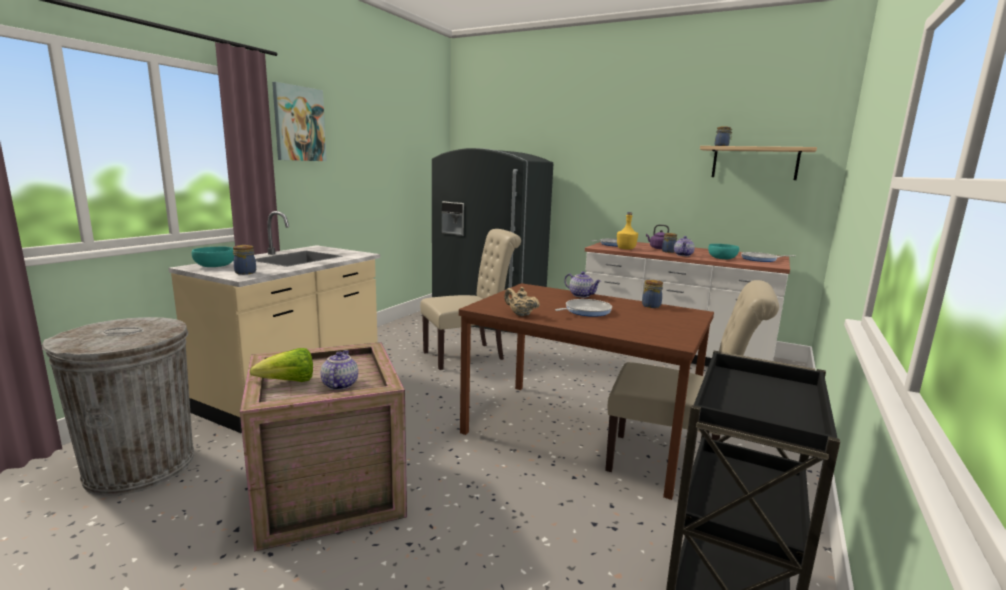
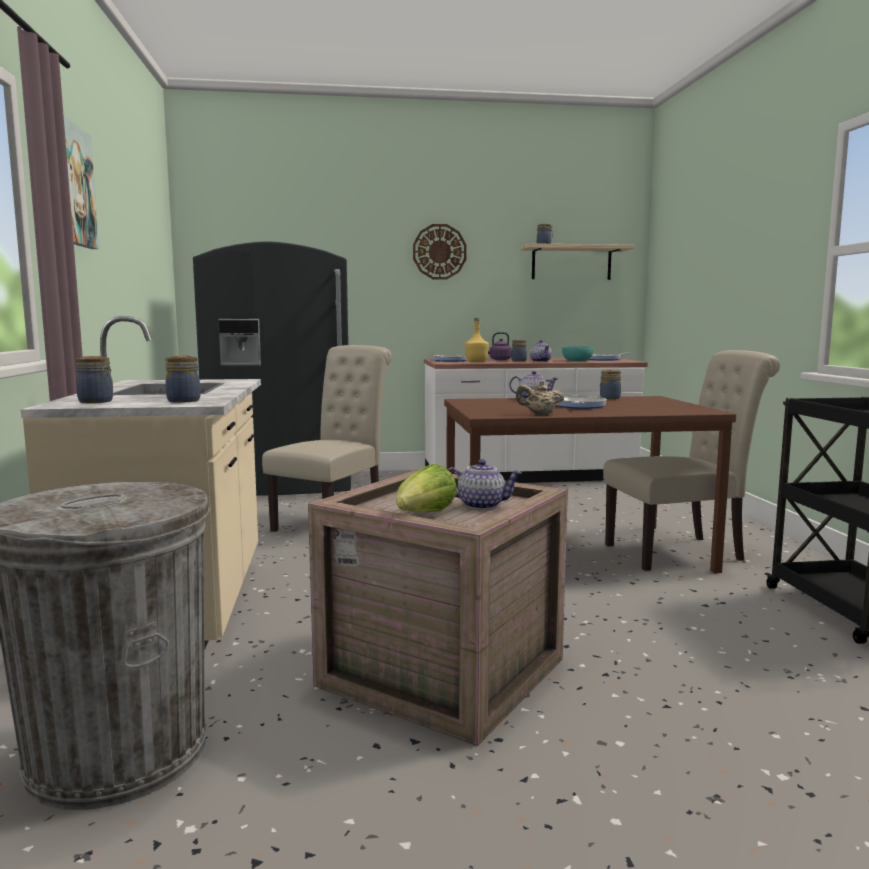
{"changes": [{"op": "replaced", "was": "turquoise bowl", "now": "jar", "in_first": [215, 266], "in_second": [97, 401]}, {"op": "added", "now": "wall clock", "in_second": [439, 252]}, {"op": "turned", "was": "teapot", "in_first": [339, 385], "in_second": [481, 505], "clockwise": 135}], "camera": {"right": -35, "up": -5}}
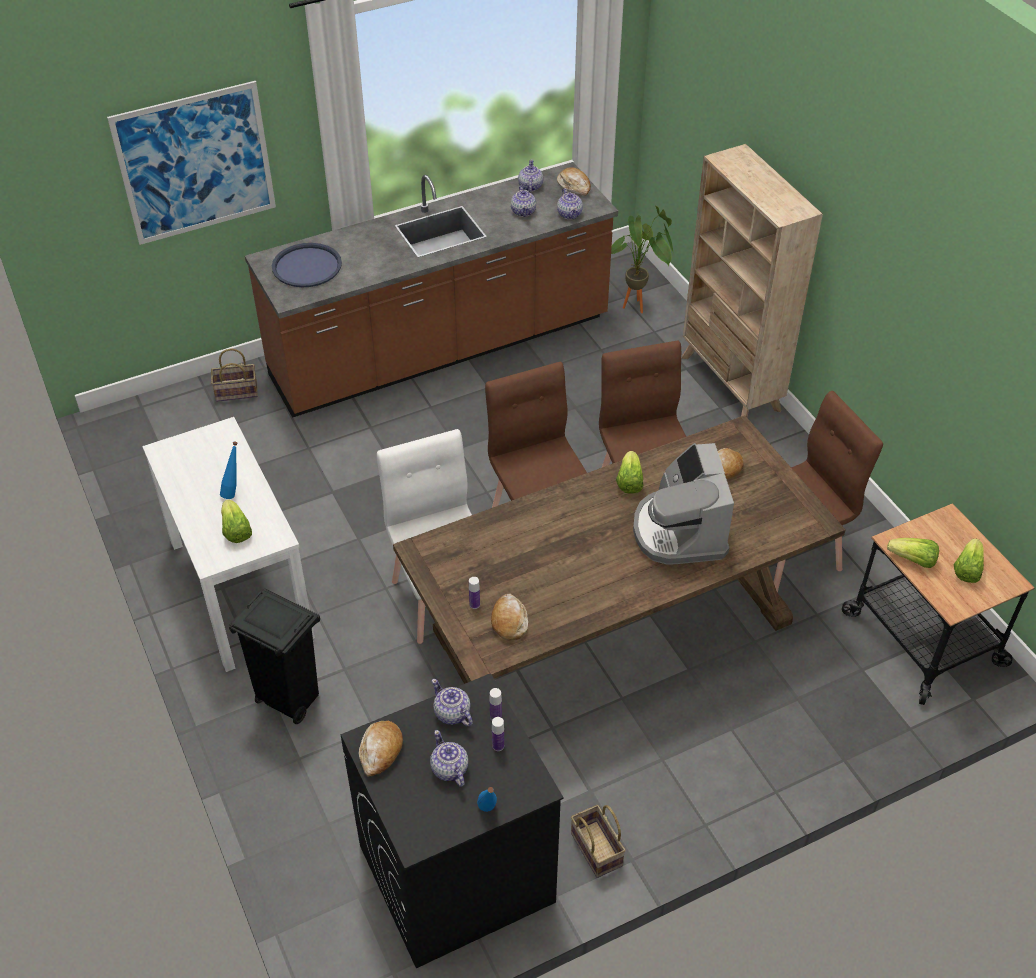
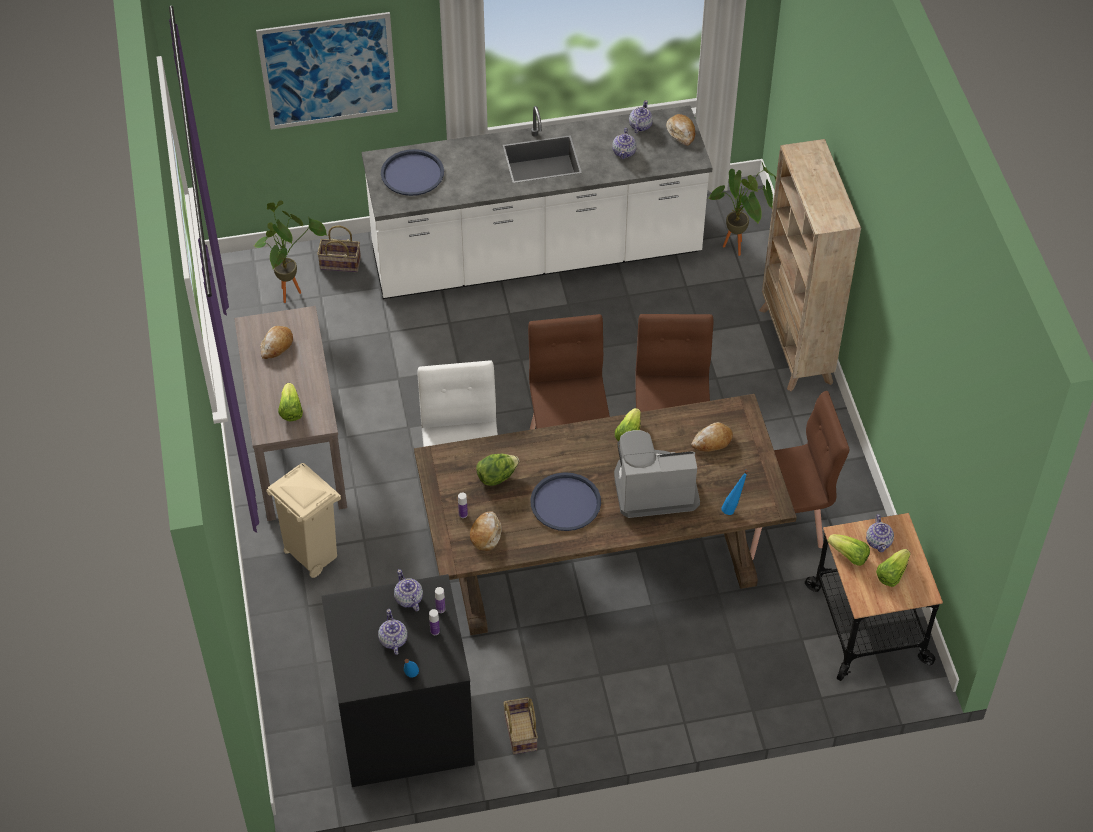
{"changes": [{"op": "recoloured", "was": "white console table", "now": "brown console table", "in_first": [240, 588], "in_second": [297, 450]}, {"op": "added", "now": "potted plant", "in_second": [292, 290]}, {"op": "moved", "was": "bread", "in_first": [380, 751], "in_second": [276, 345]}, {"op": "recoloured", "was": "black trash can", "now": "beige trash can", "in_first": [288, 700], "in_second": [312, 556]}, {"op": "recoloured", "was": "brown counter", "now": "white counter", "in_first": [441, 350], "in_second": [536, 257]}, {"op": "added", "now": "lettuce", "in_second": [497, 477]}, {"op": "added", "now": "blue tray", "in_second": [565, 503]}, {"op": "turned", "was": "coffee machine", "in_first": [679, 531], "in_second": [654, 488], "clockwise": 75}, {"op": "moved", "was": "blue bottle", "in_first": [234, 491], "in_second": [733, 508]}, {"op": "moved", "was": "teapot", "in_first": [569, 214], "in_second": [879, 541]}], "camera": {"right": 15, "up": 5}}
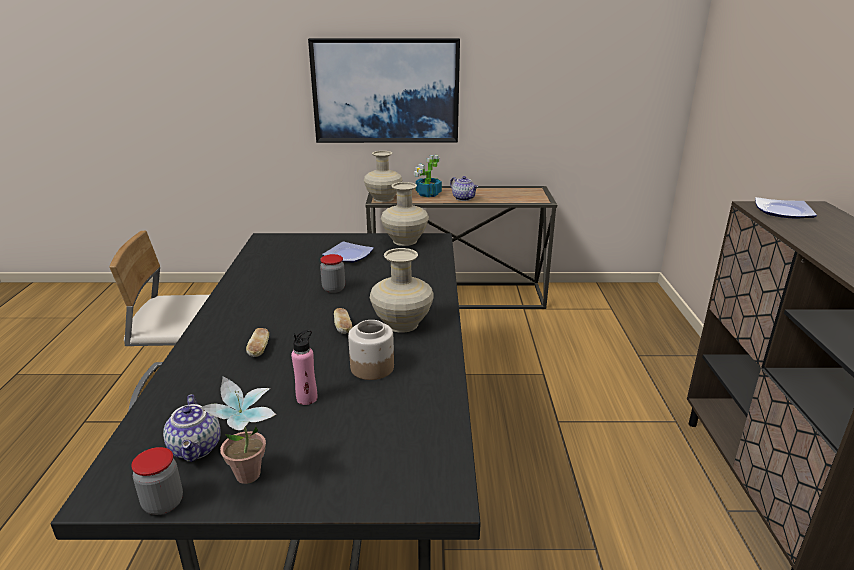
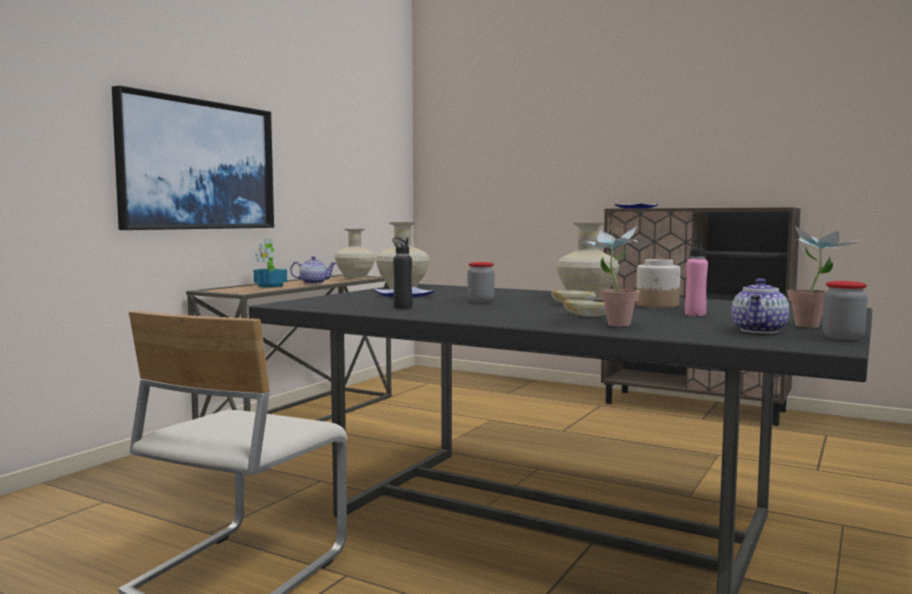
{"changes": [{"op": "moved", "was": "beige vase", "in_first": [384, 199], "in_second": [355, 278]}, {"op": "added", "now": "black bottle", "in_second": [402, 307]}, {"op": "added", "now": "potted plant", "in_second": [611, 325]}, {"op": "turned", "was": "teapot", "in_first": [197, 448], "in_second": [760, 331], "clockwise": 105}], "camera": {"right": -60, "up": -20}}
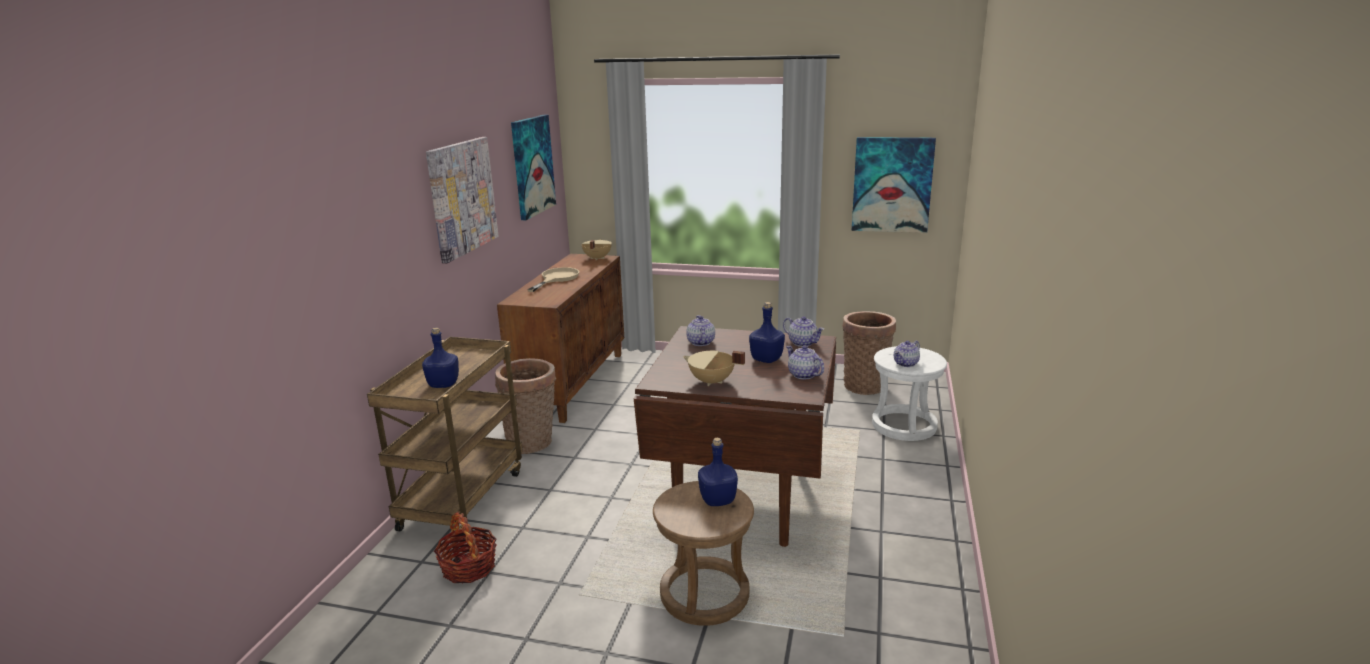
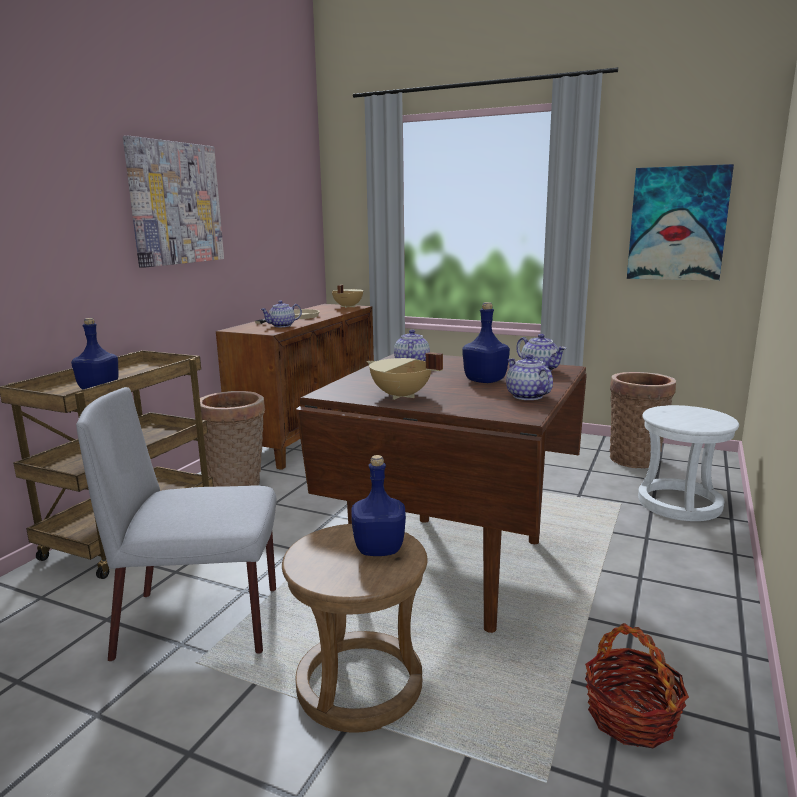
{"changes": [{"op": "added", "now": "grey chair", "in_second": [202, 622]}, {"op": "moved", "was": "teapot", "in_first": [906, 364], "in_second": [282, 326]}, {"op": "moved", "was": "basket", "in_first": [468, 567], "in_second": [630, 716]}, {"op": "removed", "was": "picture", "in_first": [532, 166]}], "camera": {"right": 10, "up": -5}}
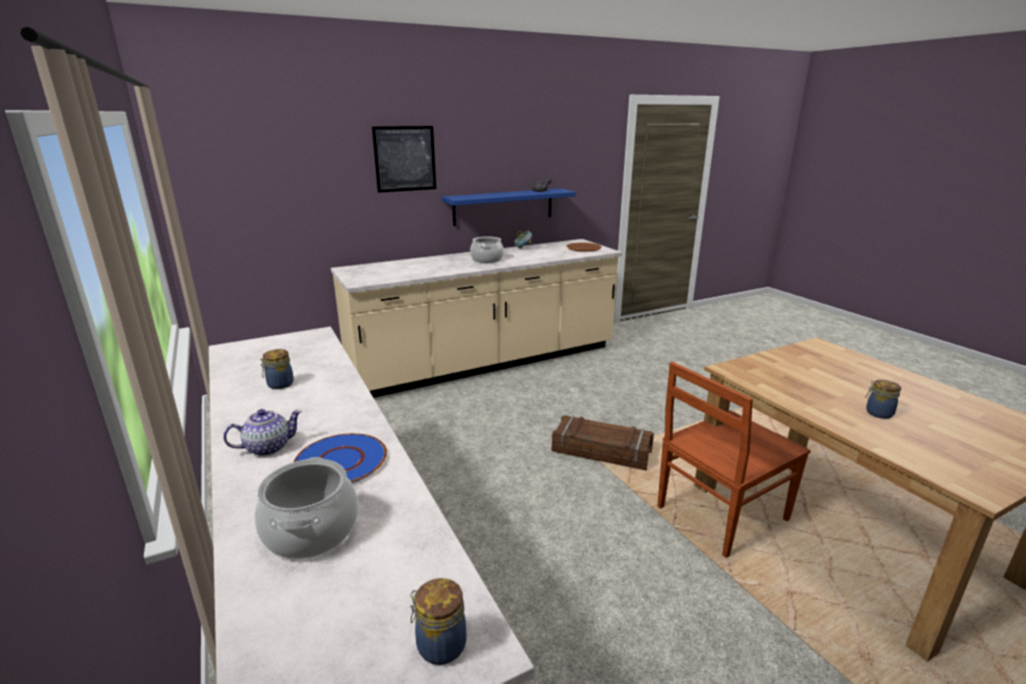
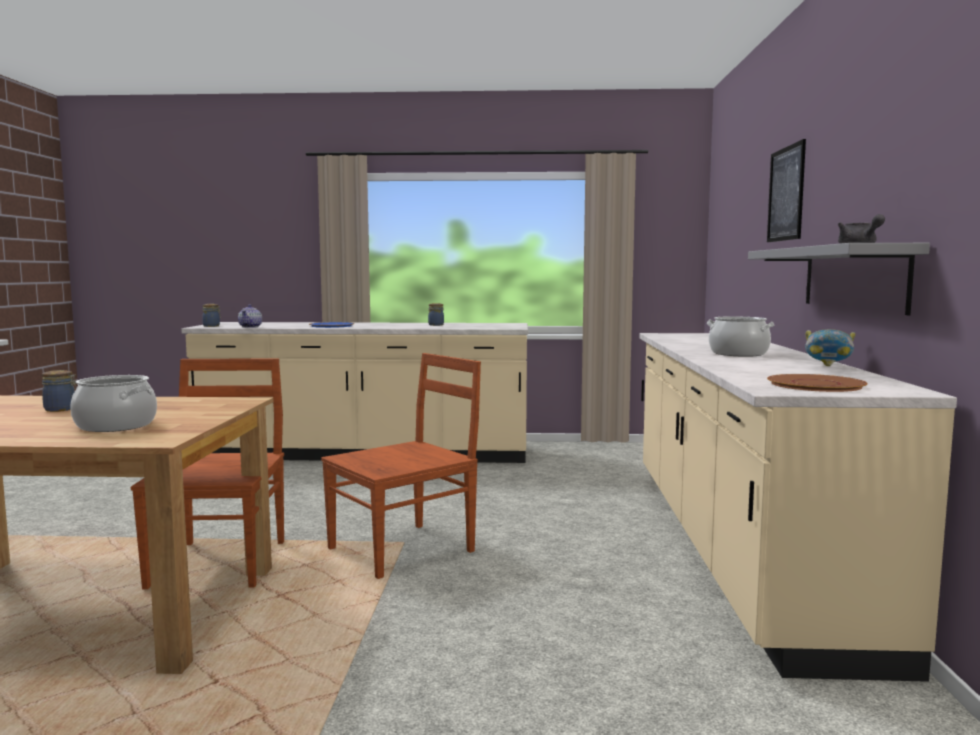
{"changes": [{"op": "moved", "was": "cooking pot", "in_first": [312, 531], "in_second": [115, 426]}, {"op": "moved", "was": "teapot", "in_first": [267, 447], "in_second": [250, 327]}, {"op": "replaced", "was": "crate", "now": "brown chair", "in_first": [601, 450], "in_second": [404, 549]}, {"op": "recoloured", "was": "blue shelf", "now": "grey shelf", "in_first": [503, 206], "in_second": [853, 278]}], "camera": {"right": 120, "up": -15}}
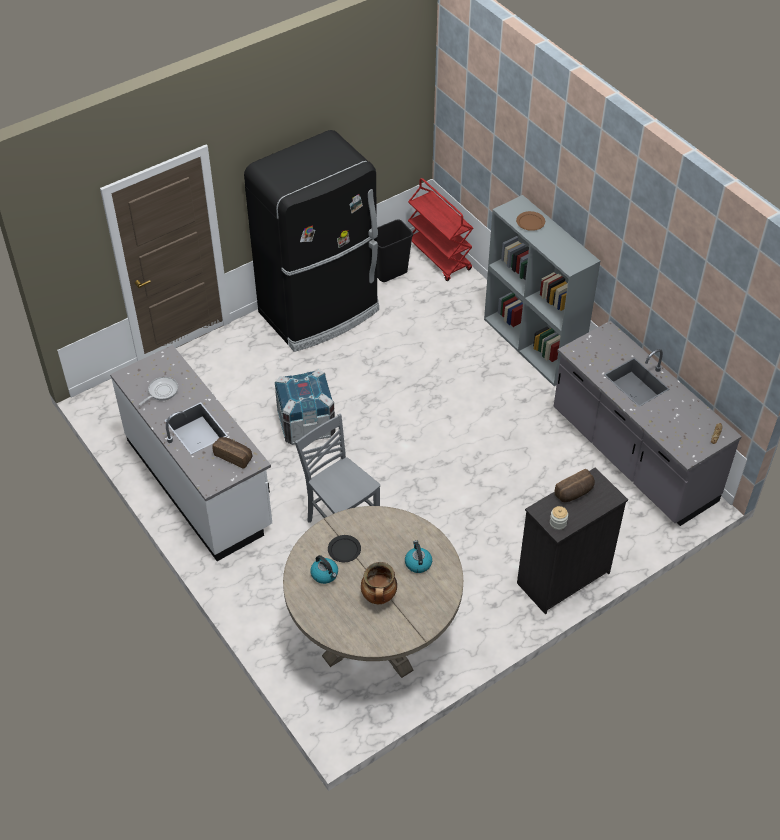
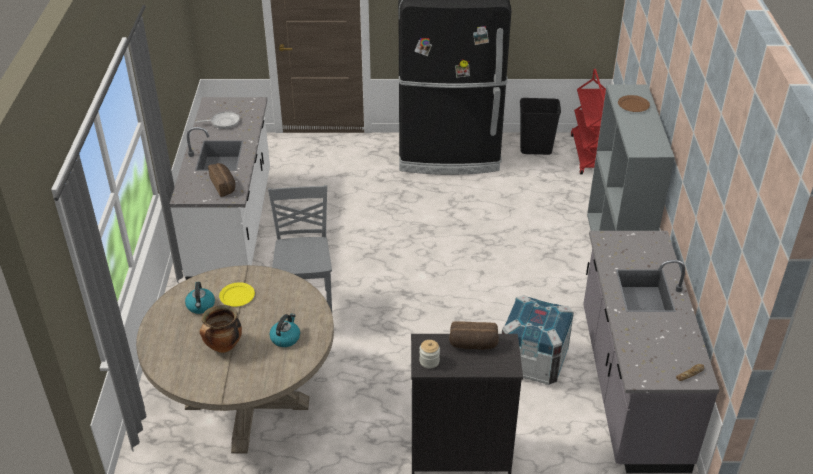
{"changes": [{"op": "recoloured", "was": "black plate", "now": "yellow plate", "in_first": [344, 550], "in_second": [237, 296]}, {"op": "moved", "was": "crate", "in_first": [306, 425], "in_second": [533, 361]}], "camera": {"right": 35, "up": -10}}
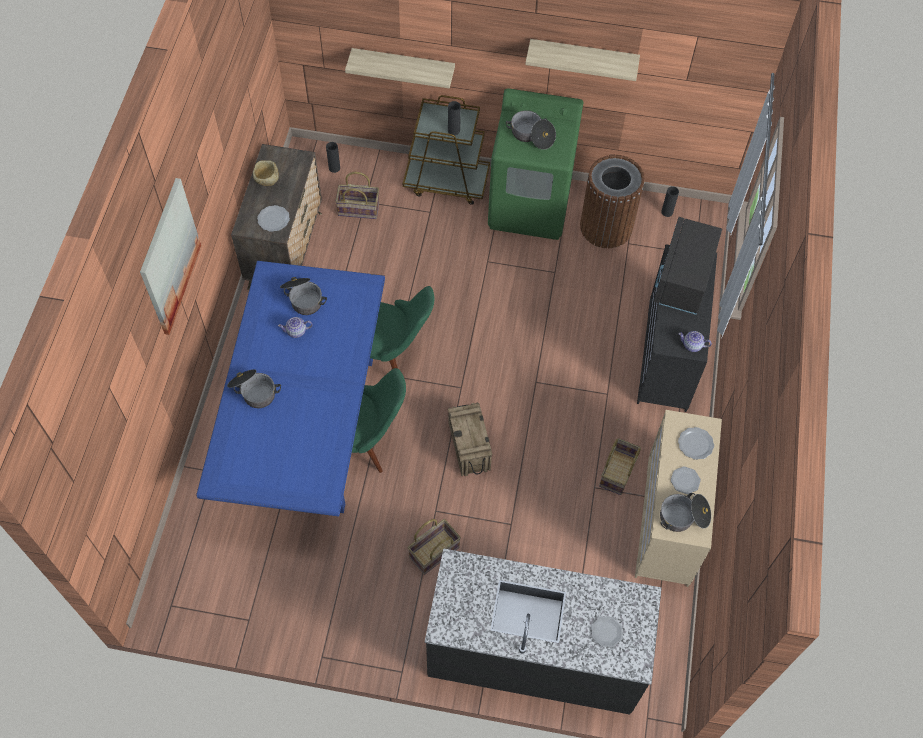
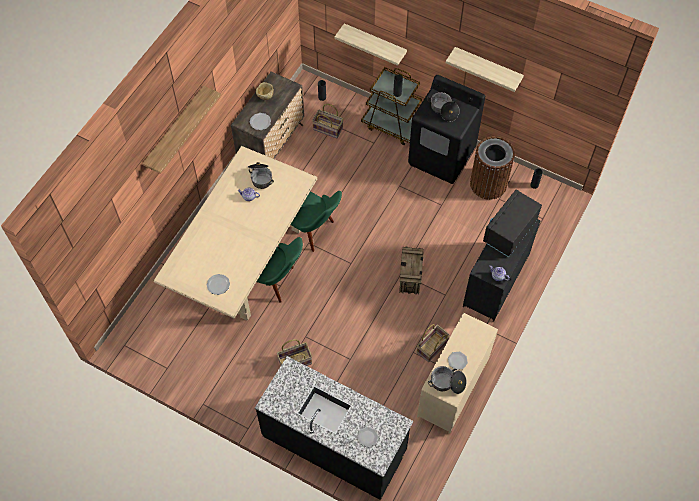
{"changes": [{"op": "replaced", "was": "picture", "now": "shelf", "in_first": [169, 257], "in_second": [175, 130]}, {"op": "recoloured", "was": "blue dining table", "now": "beige dining table", "in_first": [306, 427], "in_second": [244, 260]}, {"op": "moved", "was": "plate", "in_first": [696, 444], "in_second": [218, 285]}, {"op": "moved", "was": "crate", "in_first": [469, 446], "in_second": [410, 275]}, {"op": "recoloured", "was": "green washing machine", "now": "black washing machine", "in_first": [530, 206], "in_second": [442, 156]}, {"op": "removed", "was": "cooking pot", "in_first": [254, 391]}], "camera": {"right": 20, "up": 0}}
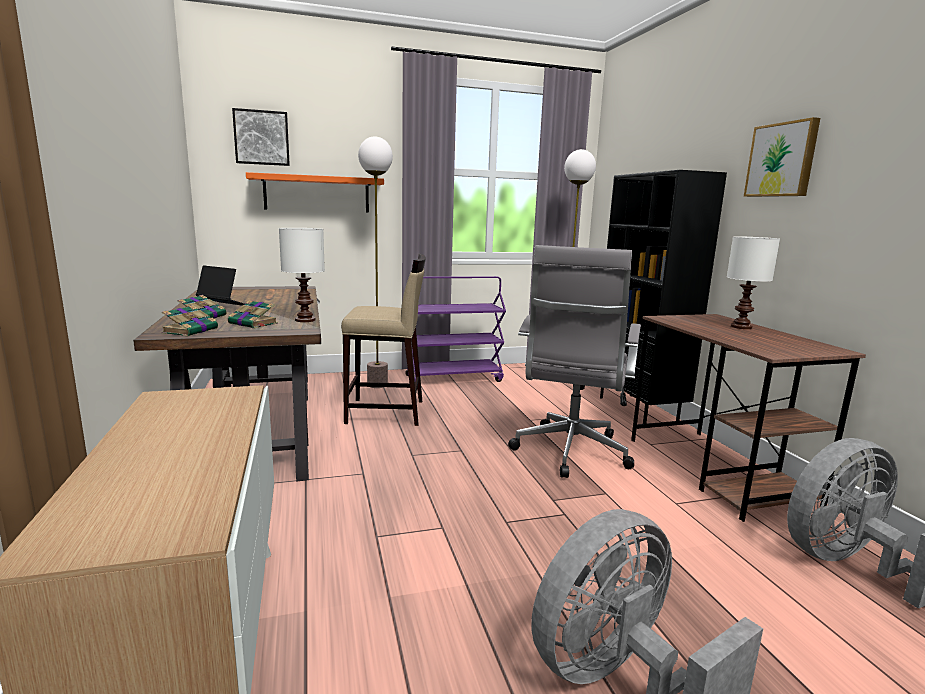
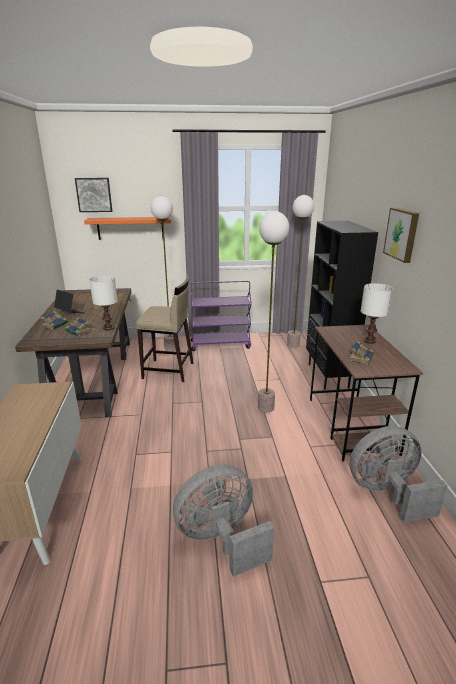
{"changes": [{"op": "replaced", "was": "grey office chair", "now": "floor lamp", "in_first": [570, 453], "in_second": [265, 407]}, {"op": "moved", "was": "book", "in_first": [191, 330], "in_second": [360, 357]}], "camera": {"right": 10, "up": 10}}
